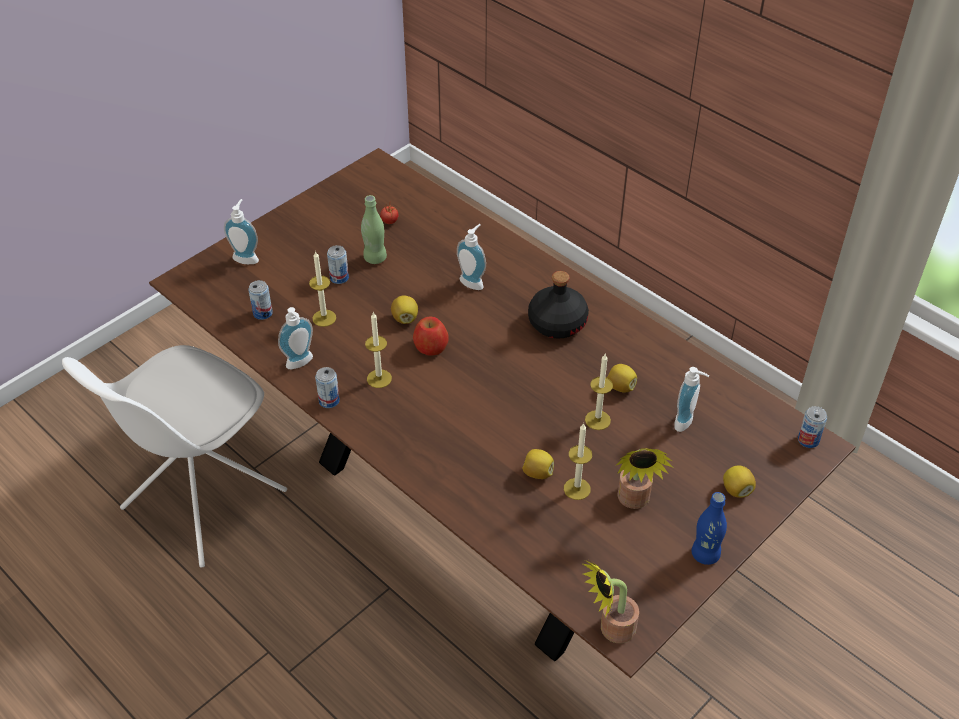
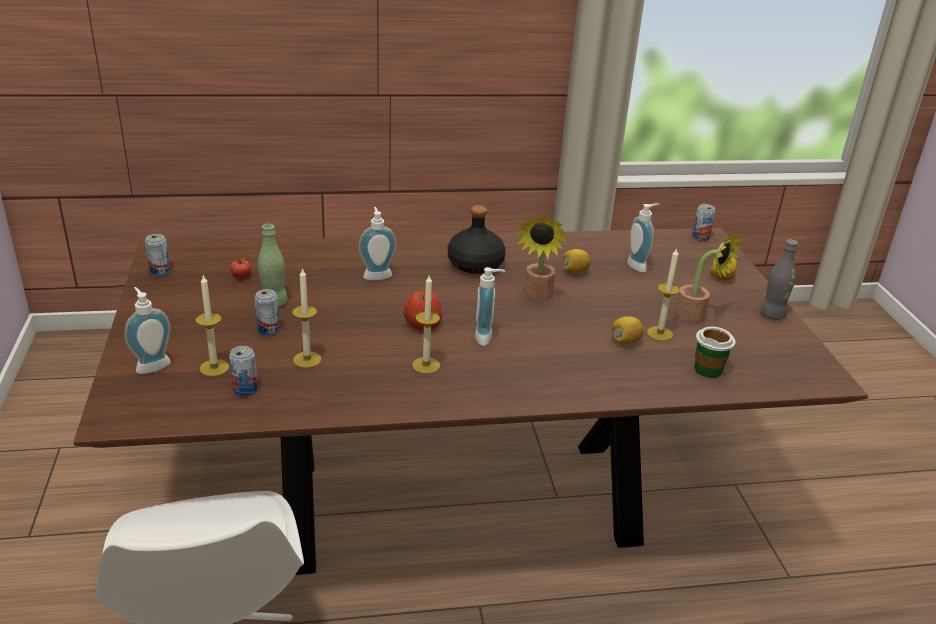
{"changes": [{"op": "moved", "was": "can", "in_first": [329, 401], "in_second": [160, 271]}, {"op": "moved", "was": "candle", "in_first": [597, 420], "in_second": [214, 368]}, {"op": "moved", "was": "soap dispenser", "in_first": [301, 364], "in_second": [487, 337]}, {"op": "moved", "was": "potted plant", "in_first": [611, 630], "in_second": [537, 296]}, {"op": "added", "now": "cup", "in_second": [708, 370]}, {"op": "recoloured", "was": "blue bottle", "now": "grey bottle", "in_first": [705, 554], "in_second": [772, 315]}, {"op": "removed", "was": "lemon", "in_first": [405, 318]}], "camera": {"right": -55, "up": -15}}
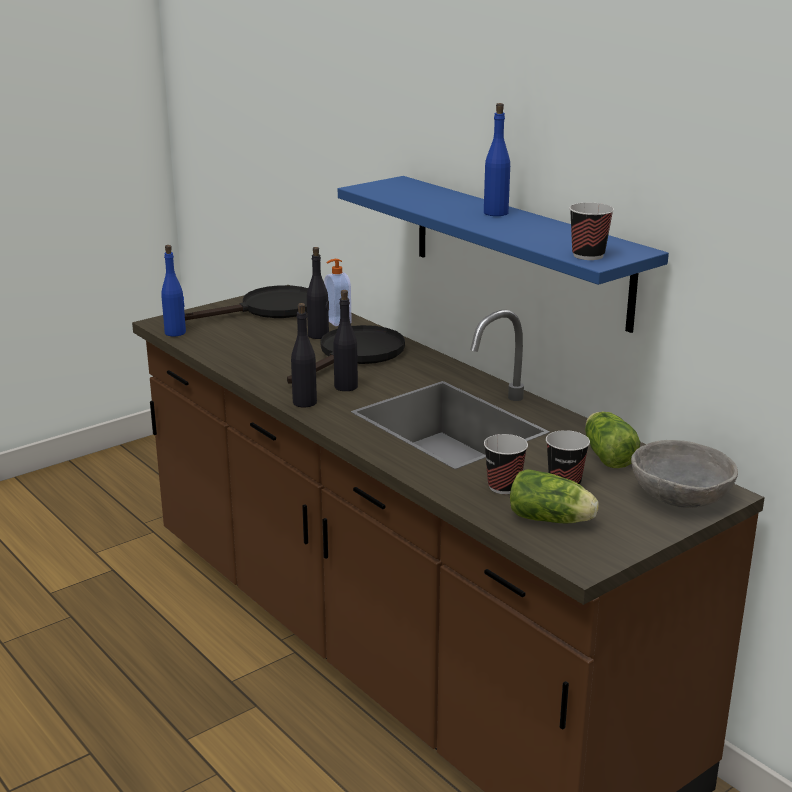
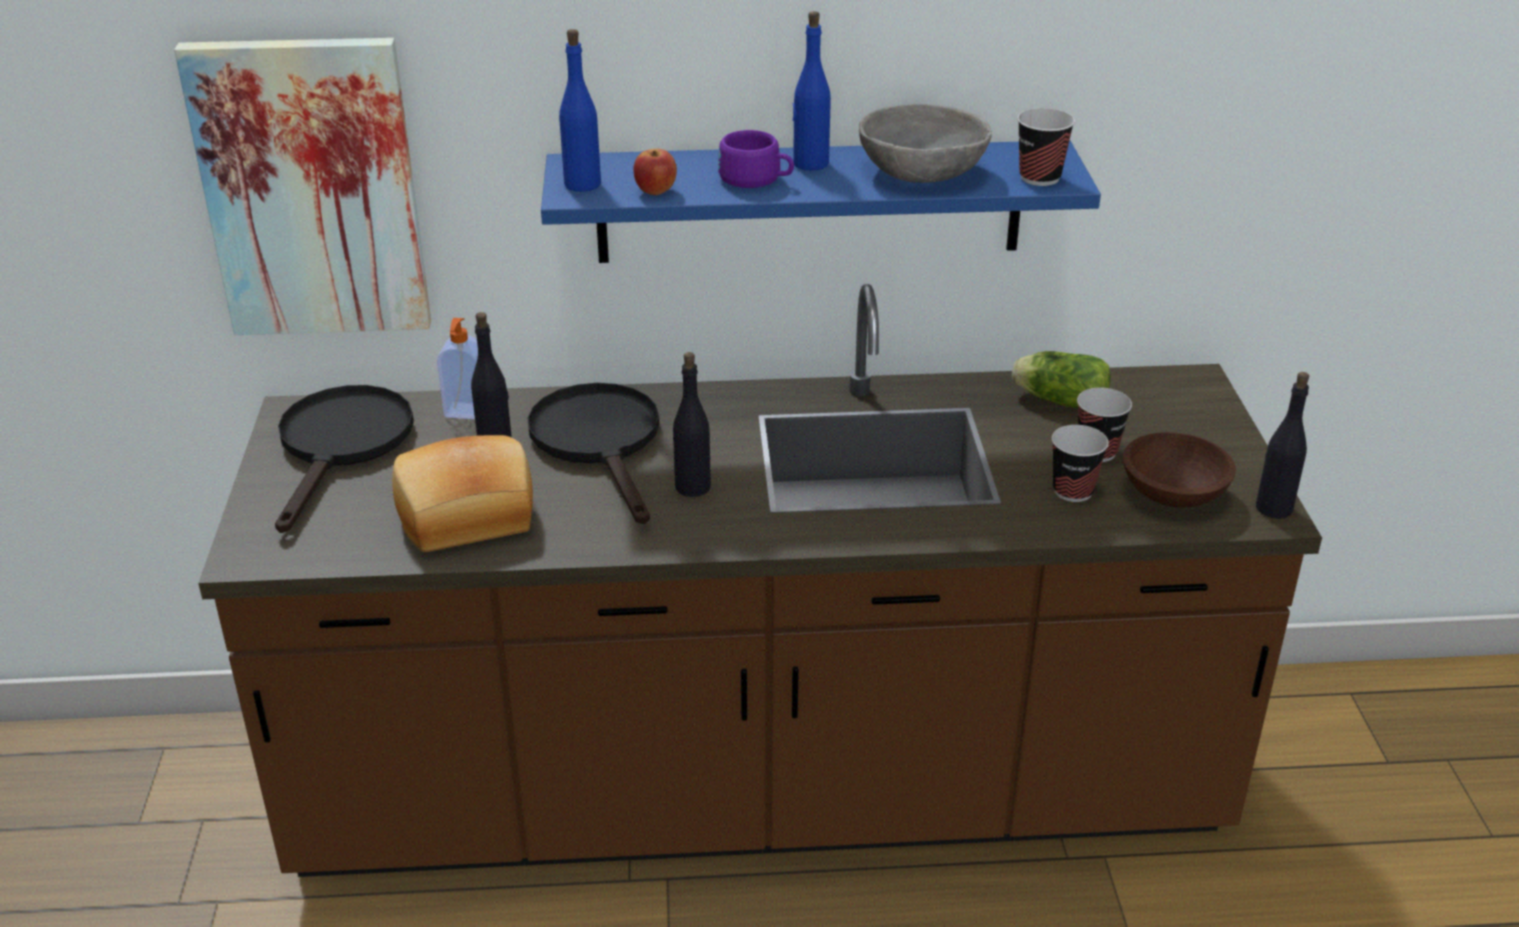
{"changes": [{"op": "added", "now": "picture", "in_second": [312, 189]}, {"op": "added", "now": "bread", "in_second": [467, 517]}, {"op": "moved", "was": "blue bottle", "in_first": [175, 333], "in_second": [583, 184]}, {"op": "added", "now": "apple", "in_second": [656, 191]}, {"op": "added", "now": "purple cup", "in_second": [756, 179]}, {"op": "moved", "was": "grey bowl", "in_first": [679, 496], "in_second": [921, 172]}, {"op": "replaced", "was": "lettuce", "now": "brown bowl", "in_first": [553, 520], "in_second": [1171, 493]}, {"op": "moved", "was": "black bottle", "in_first": [305, 402], "in_second": [1273, 508]}], "camera": {"right": -55, "up": 10}}
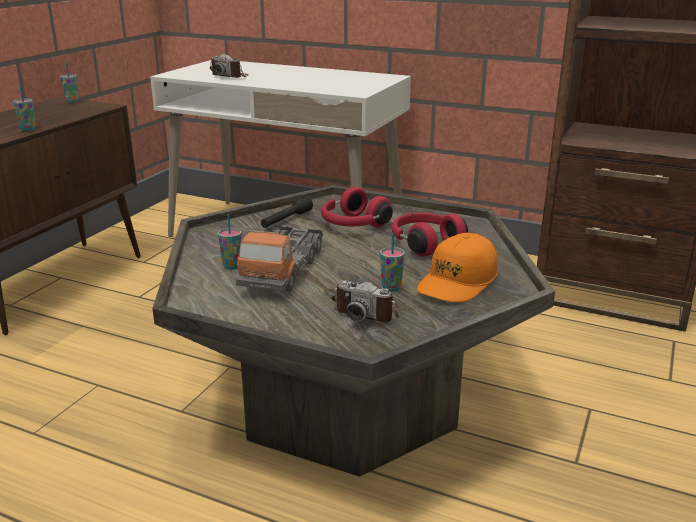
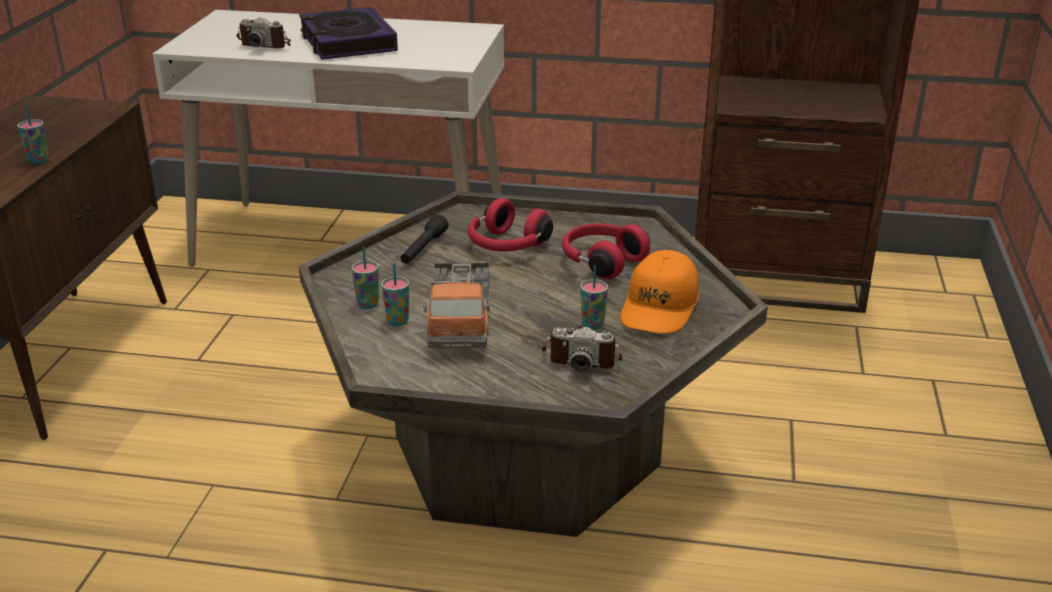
{"changes": [{"op": "added", "now": "book", "in_second": [347, 42]}, {"op": "moved", "was": "cup", "in_first": [72, 101], "in_second": [368, 304]}], "camera": {"right": -15, "up": 5}}
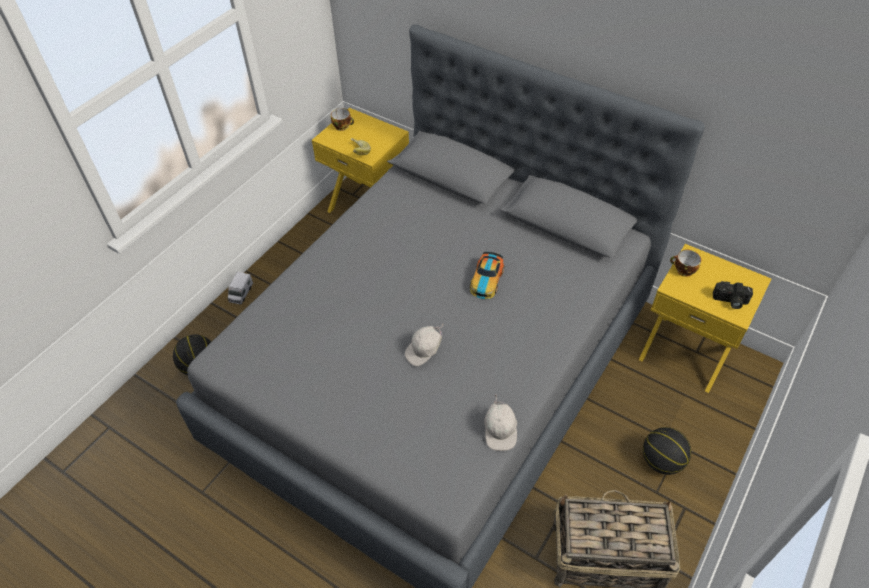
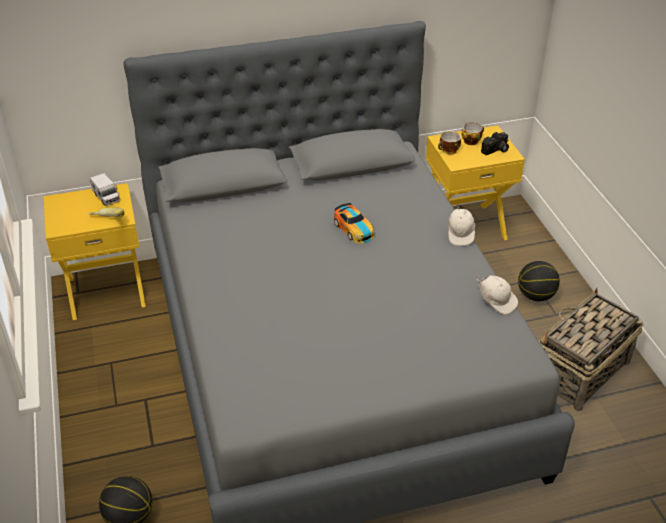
{"changes": [{"op": "moved", "was": "toy truck", "in_first": [241, 293], "in_second": [106, 197]}, {"op": "moved", "was": "white cap", "in_first": [425, 351], "in_second": [460, 234]}, {"op": "moved", "was": "cup", "in_first": [343, 126], "in_second": [471, 141]}], "camera": {"right": -50, "up": -10}}
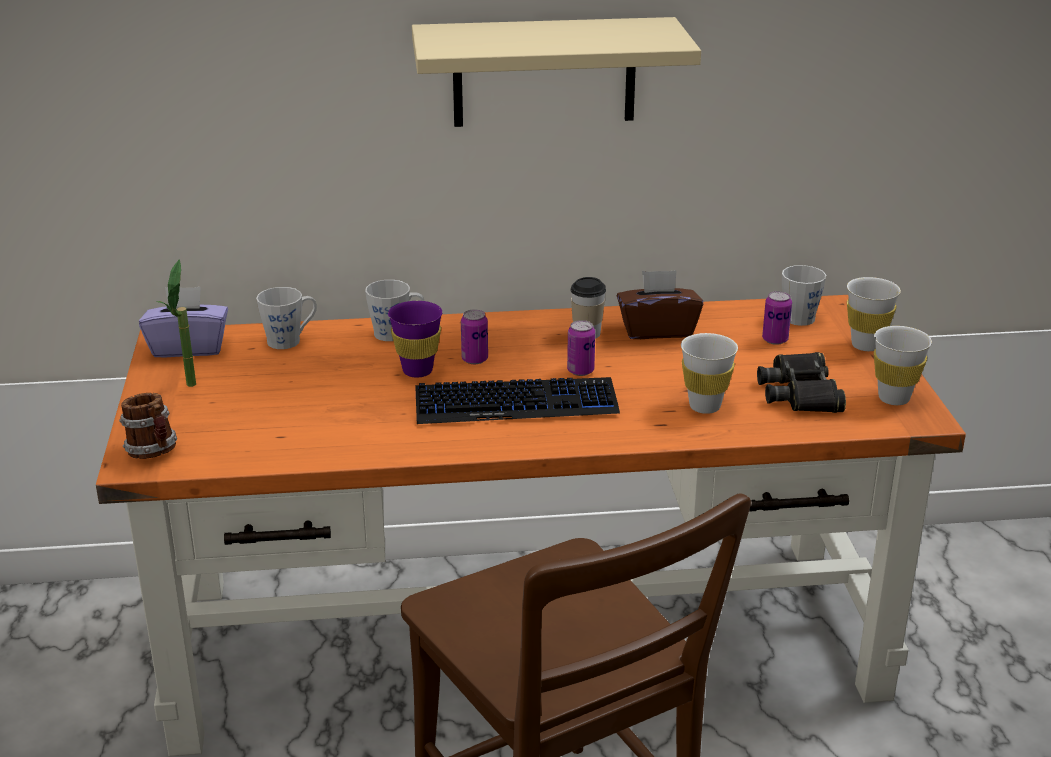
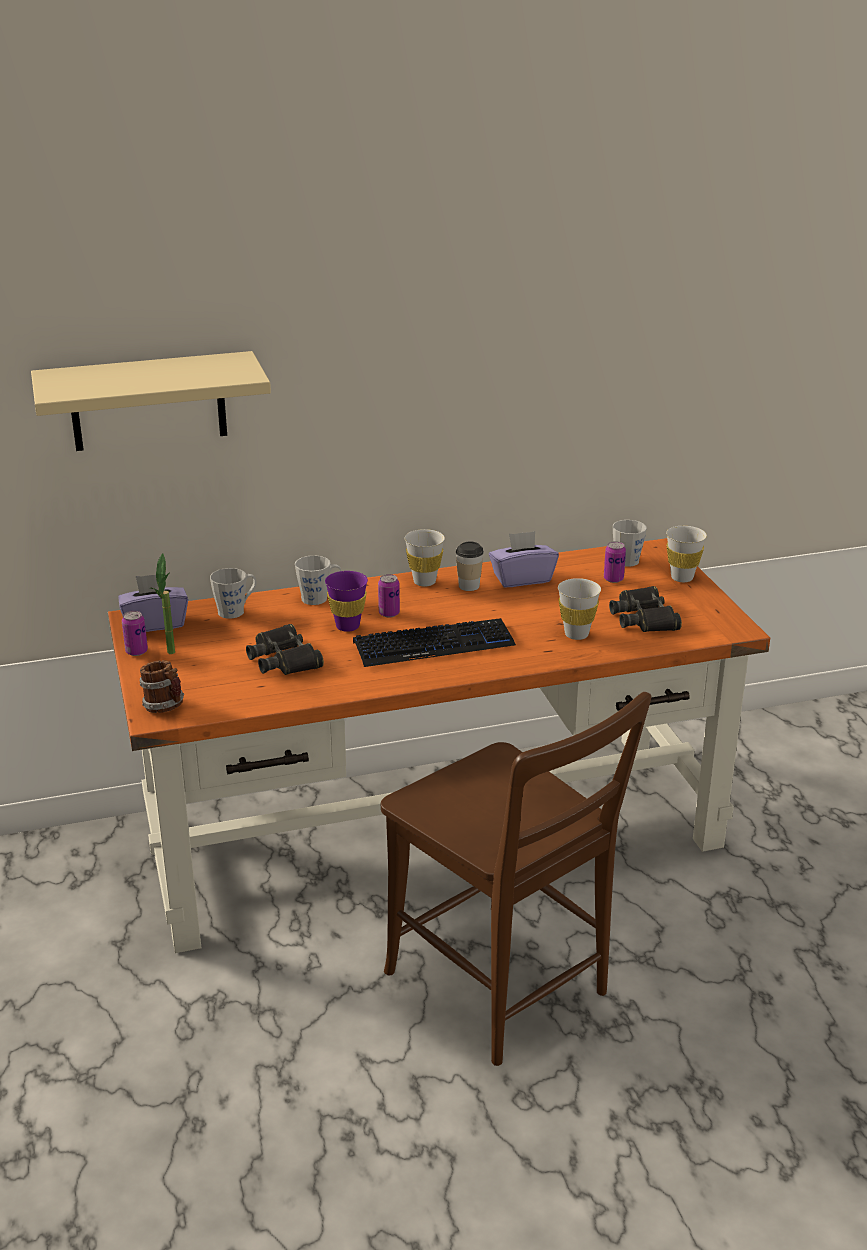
{"changes": [{"op": "moved", "was": "beige shelf", "in_first": [544, 72], "in_second": [148, 401]}, {"op": "moved", "was": "can", "in_first": [580, 371], "in_second": [136, 651]}, {"op": "added", "now": "black binoculars", "in_second": [284, 659]}, {"op": "moved", "was": "white cup", "in_first": [893, 398], "in_second": [424, 582]}, {"op": "recoloured", "was": "brown tissue box", "now": "purple tissue box", "in_first": [657, 330], "in_second": [522, 578]}], "camera": {"right": -10, "up": 0}}
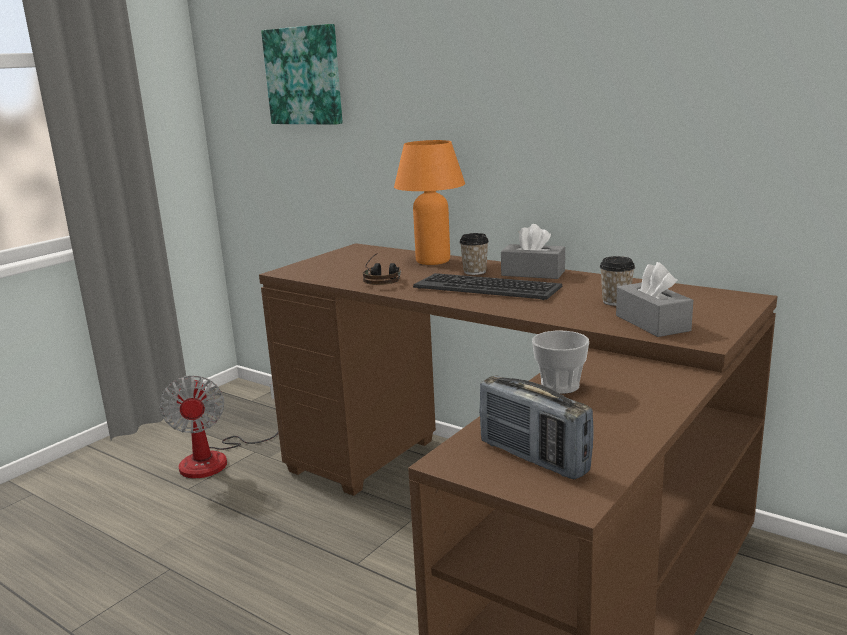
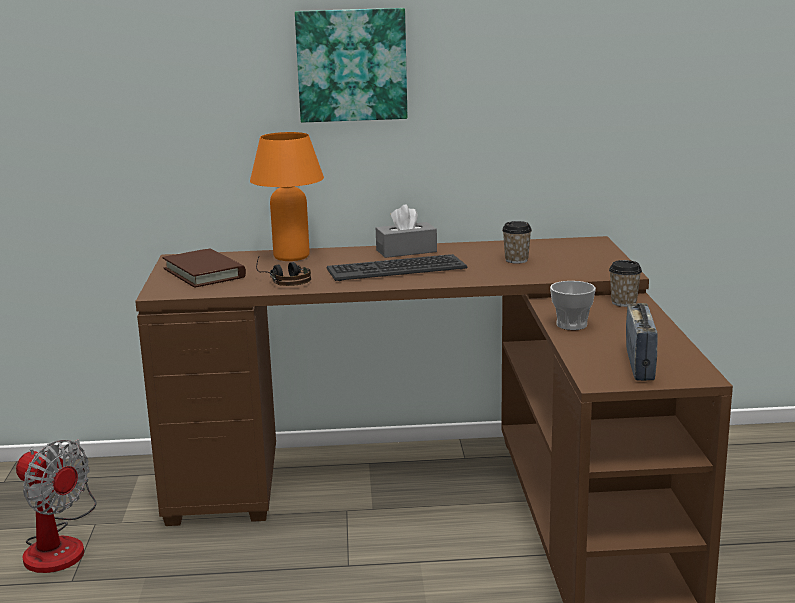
{"changes": [{"op": "added", "now": "brown book", "in_second": [204, 273]}, {"op": "moved", "was": "picture", "in_first": [305, 76], "in_second": [351, 65]}, {"op": "moved", "was": "cup", "in_first": [474, 272], "in_second": [623, 302]}, {"op": "turned", "was": "radio", "in_first": [533, 457], "in_second": [640, 365], "clockwise": -90}, {"op": "removed", "was": "grey tissue box", "in_first": [652, 323]}], "camera": {"right": -40, "up": 0}}
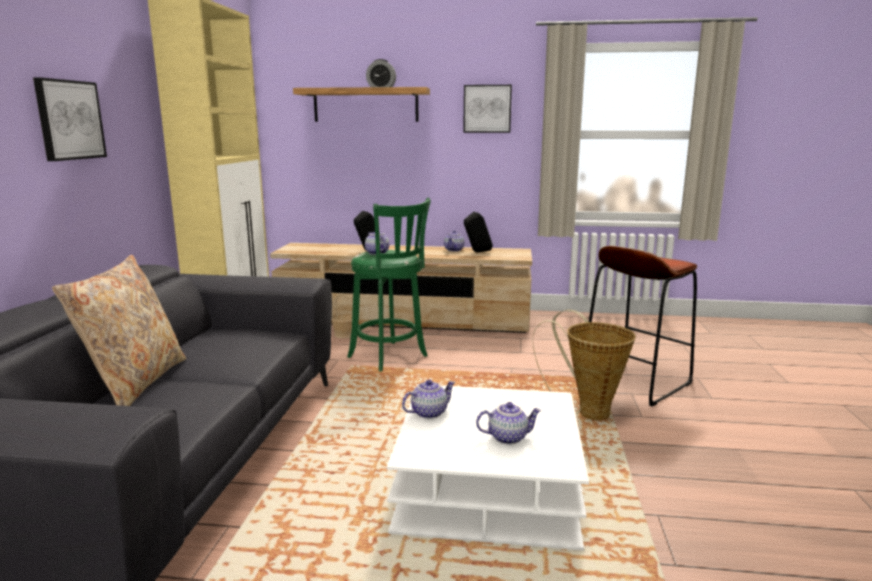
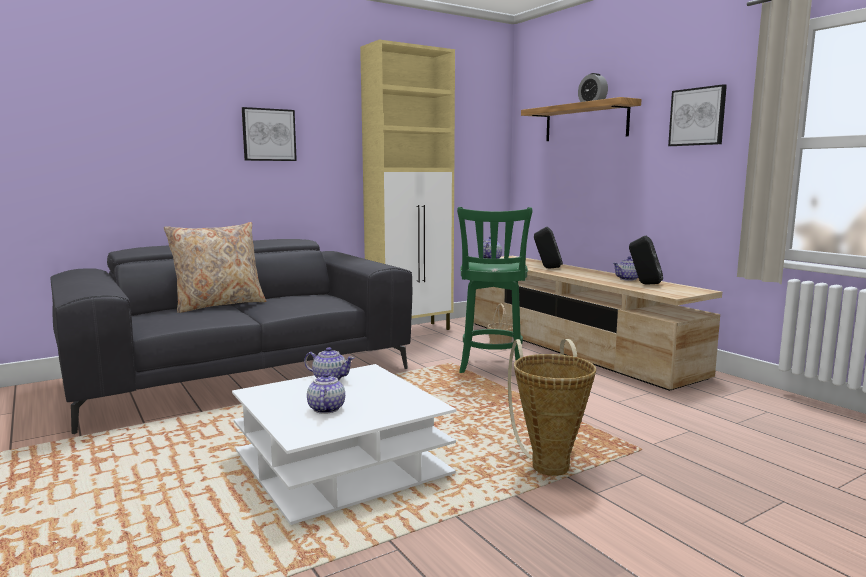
{"changes": [{"op": "turned", "was": "teapot", "in_first": [508, 437], "in_second": [325, 409], "clockwise": -135}, {"op": "removed", "was": "brown stool", "in_first": [635, 382]}], "camera": {"right": 50, "up": -5}}
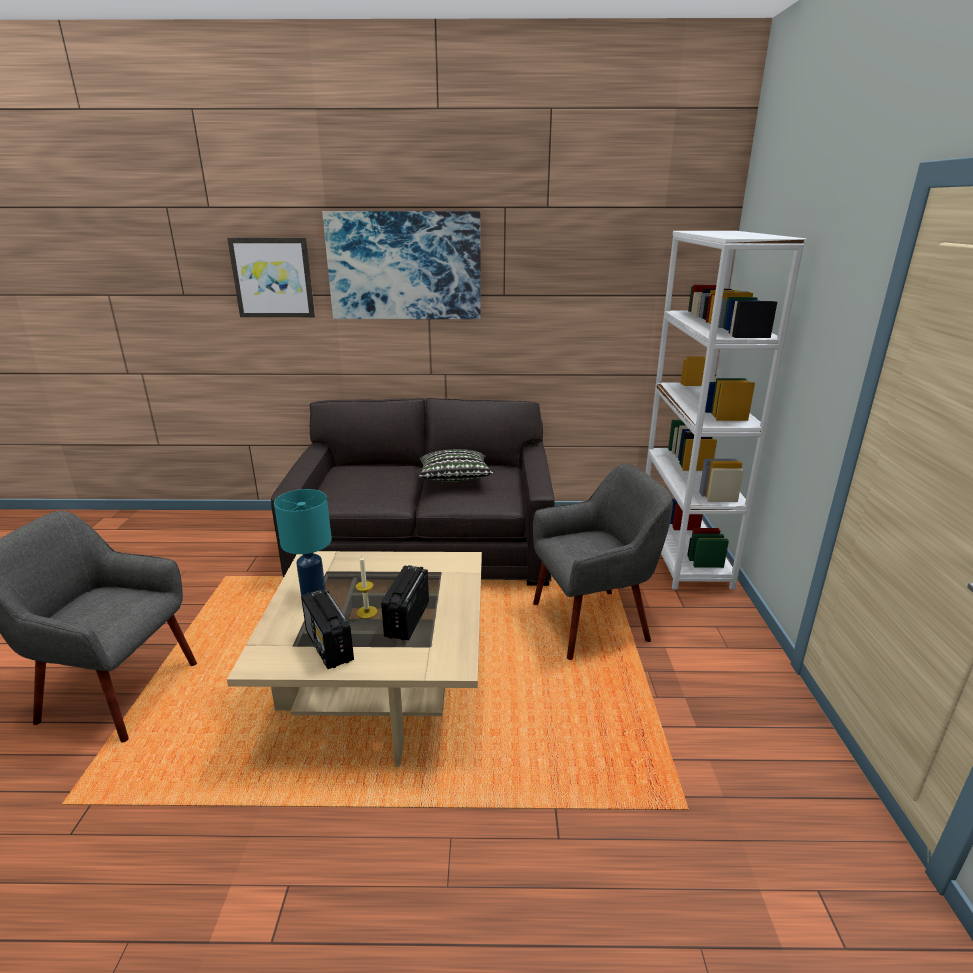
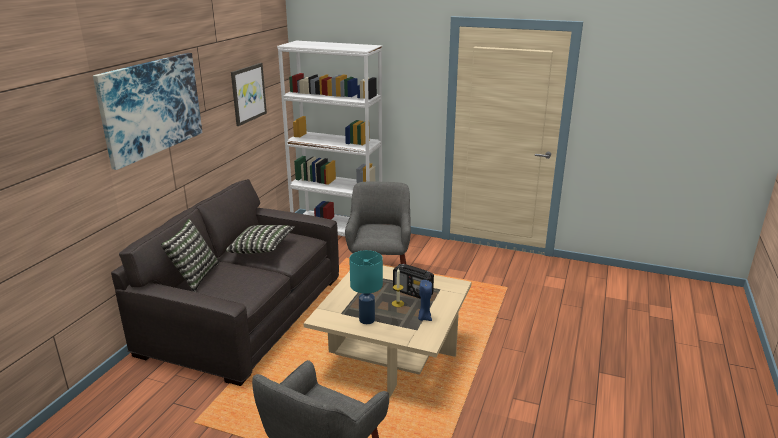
{"changes": [{"op": "added", "now": "pillow", "in_second": [194, 276]}, {"op": "moved", "was": "picture", "in_first": [273, 278], "in_second": [248, 93]}, {"op": "replaced", "was": "radio", "now": "blue candle", "in_first": [329, 646], "in_second": [424, 318]}], "camera": {"right": -70, "up": 0}}
